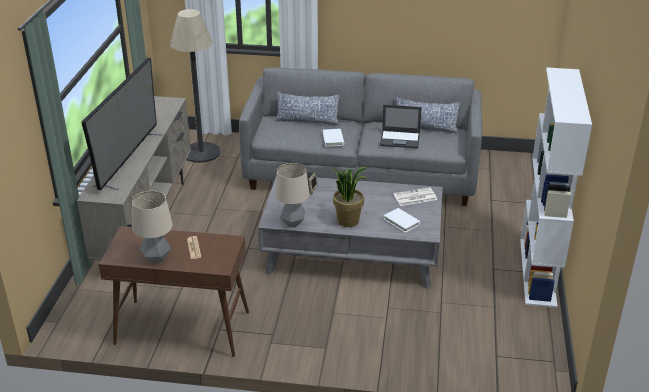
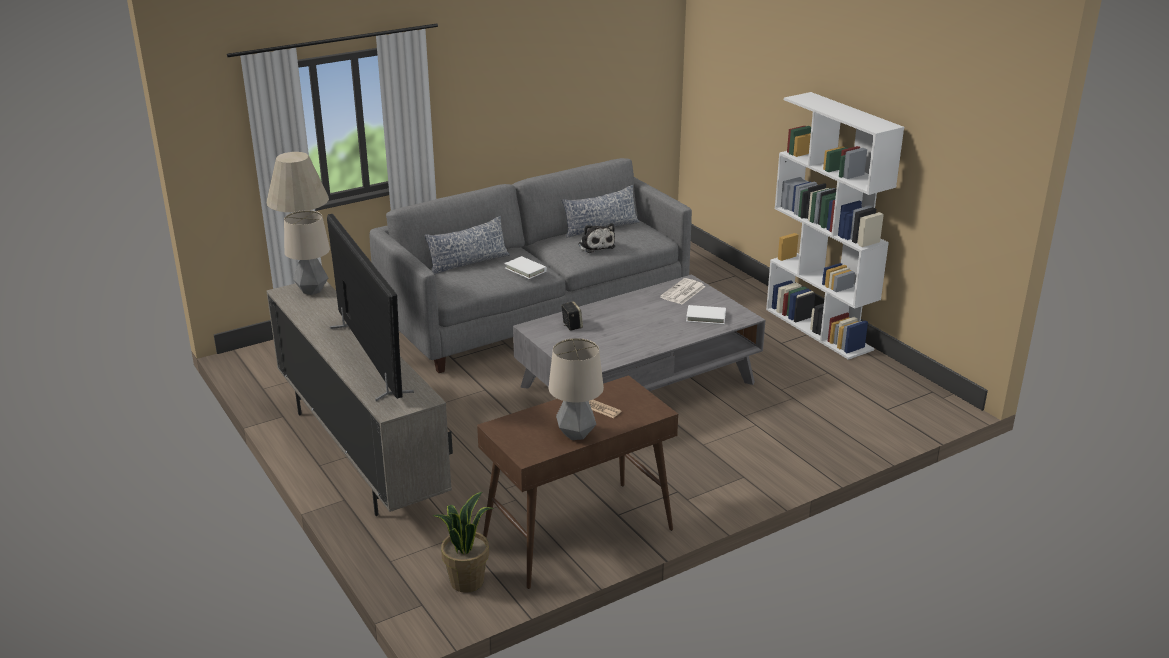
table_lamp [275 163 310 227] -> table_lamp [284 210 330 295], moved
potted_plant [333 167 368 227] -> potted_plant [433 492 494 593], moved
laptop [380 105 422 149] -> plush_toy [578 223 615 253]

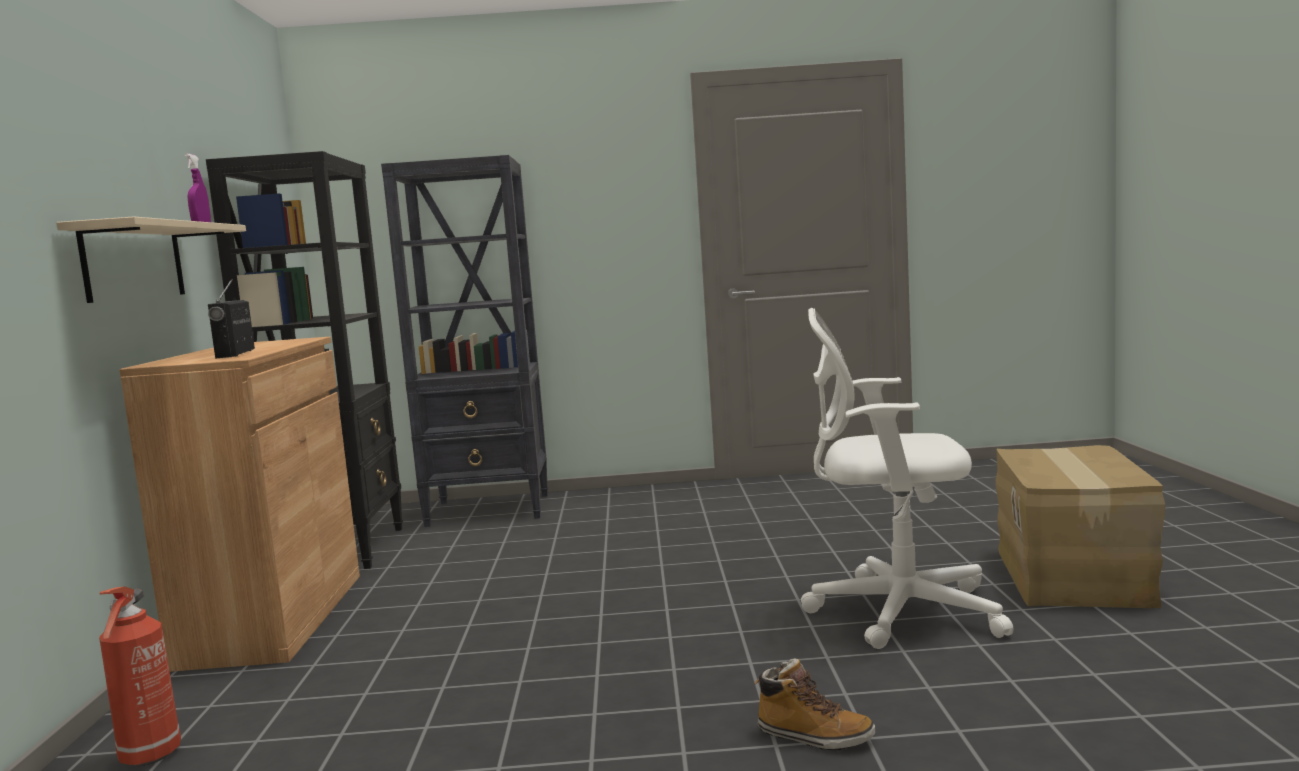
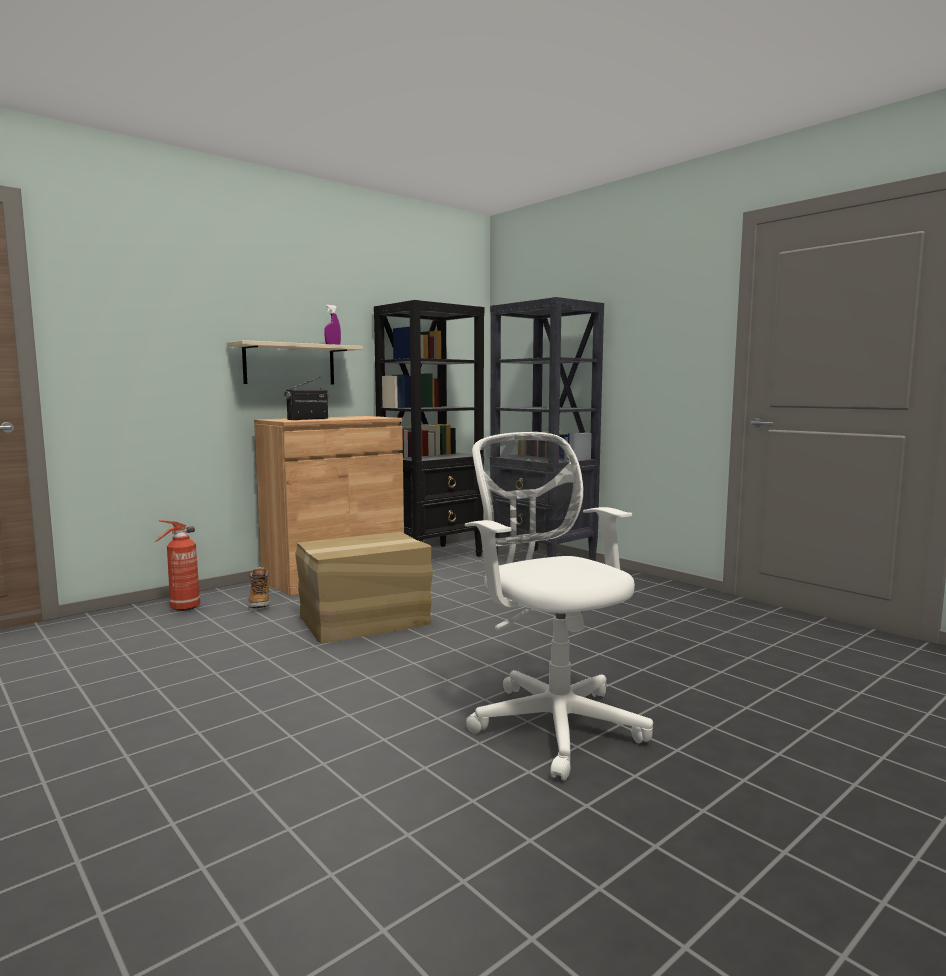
boot [755 659 875 751] -> boot [248 567 270 608], moved
cardboard_box [995 445 1165 608] -> cardboard_box [295 532 433 644], moved

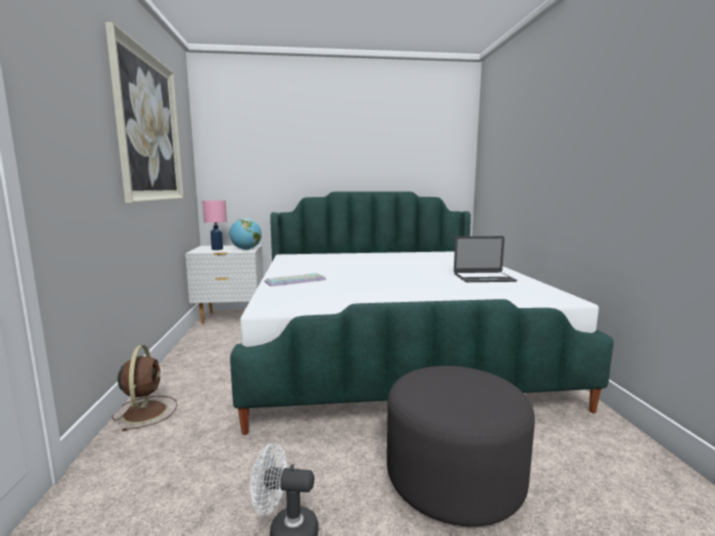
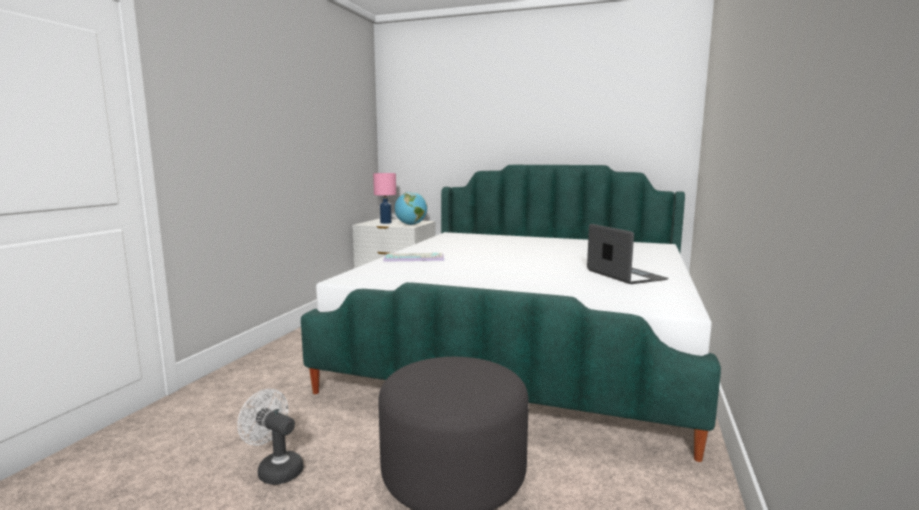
laptop [454 236 518 282] -> laptop [587 224 668 284], 135 degrees counterclockwise
picture [105 22 184 203] -> none
brown_fan [112 345 177 431] -> none

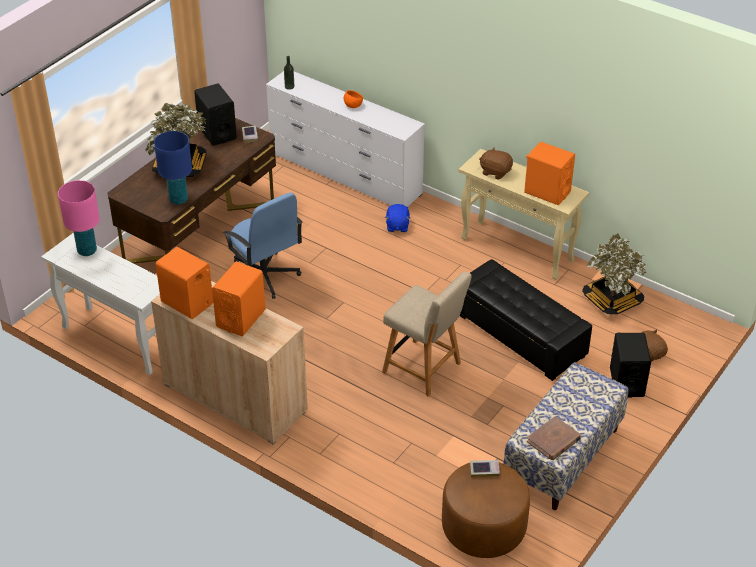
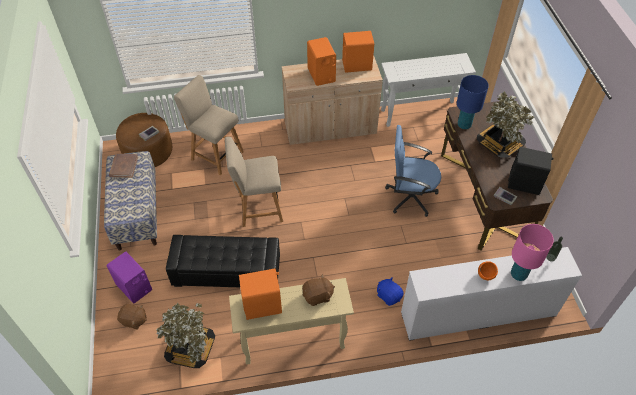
black_speaker [610 333 651 397] -> purple_speaker [107 252 152 304]
none -> beige_chair [174 75 244 176]
pink_table_lamp [58 180 100 256] -> pink_table_lamp [511 224 554 281], moved

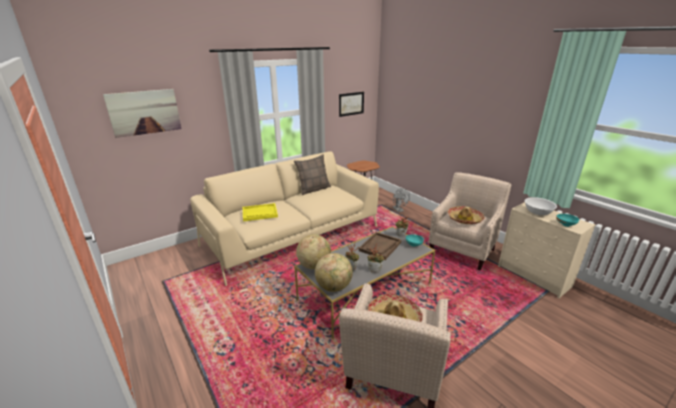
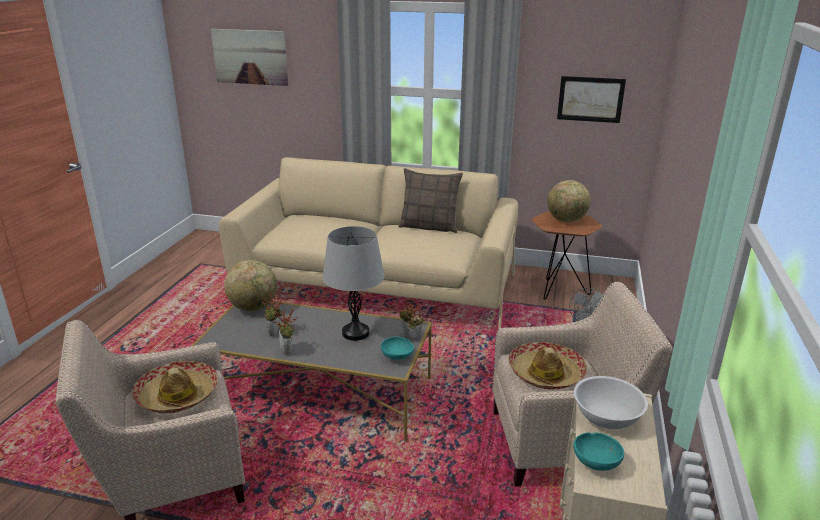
brown_tray [359 232 401 260] -> grey_table_lamp [323 226 385 341]
globe [315 253 353 292] -> globe [547 180 591 222], moved
yellow_tray [243 203 278 221] -> none

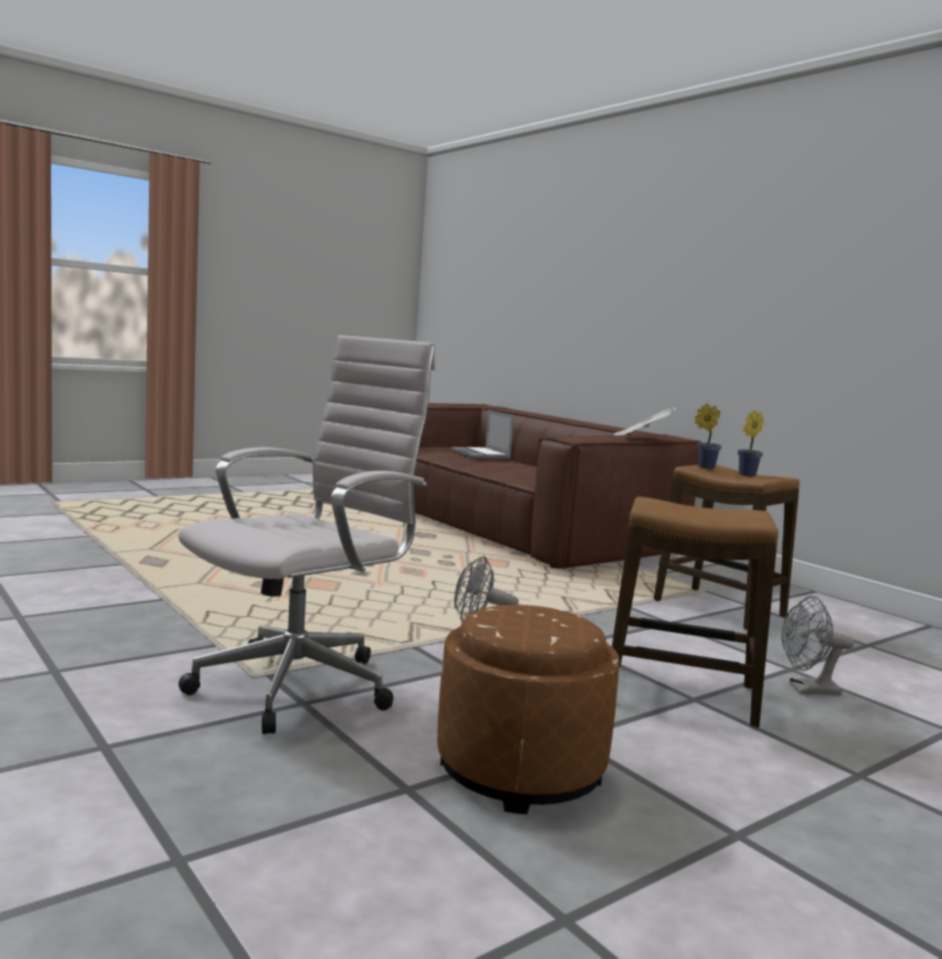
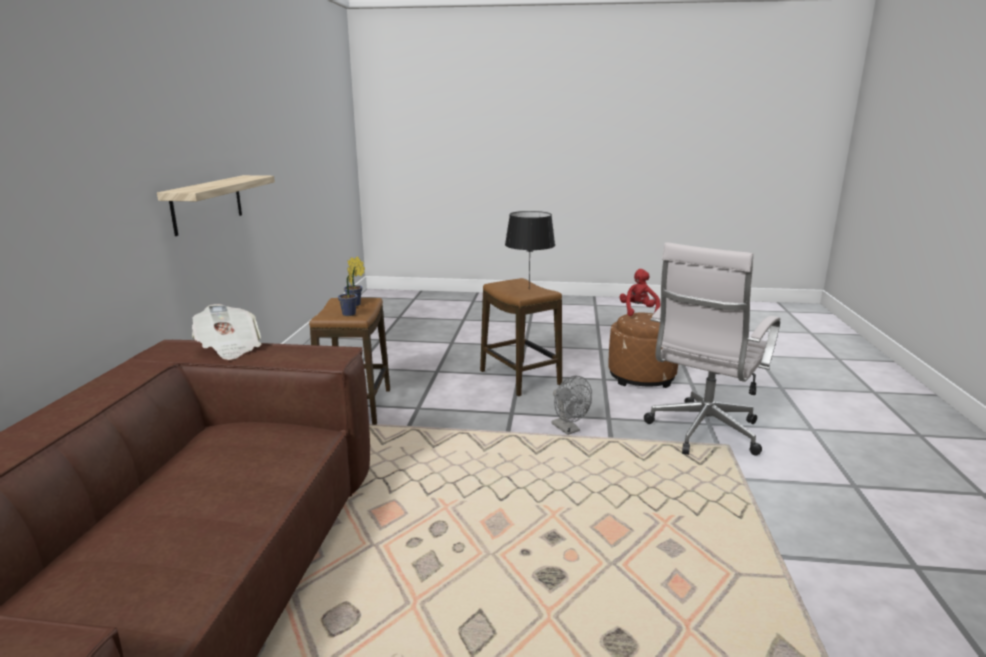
none -> shelf [157 175 275 236]
none -> black_table_lamp [505 211 555 289]
none -> red_plush_toy [620 269 660 316]
white_office_chair [178 335 436 734] -> white_office_chair [644 242 781 456], 45 degrees counterclockwise
laptop [451 410 514 459] -> none
grey_fan [781 596 854 695] -> none

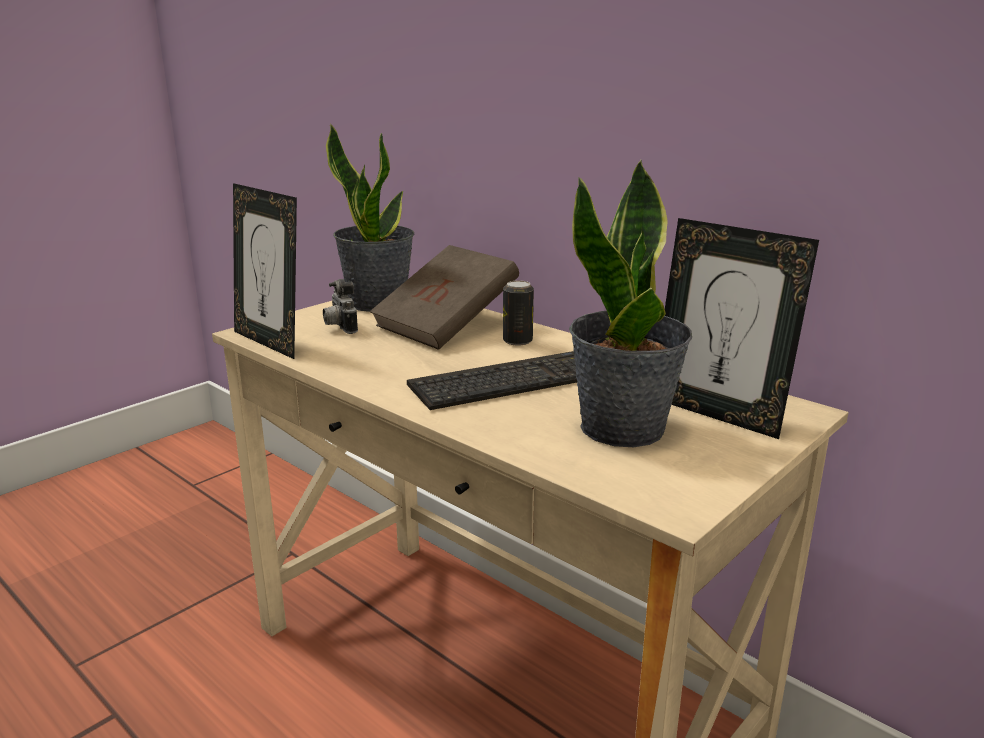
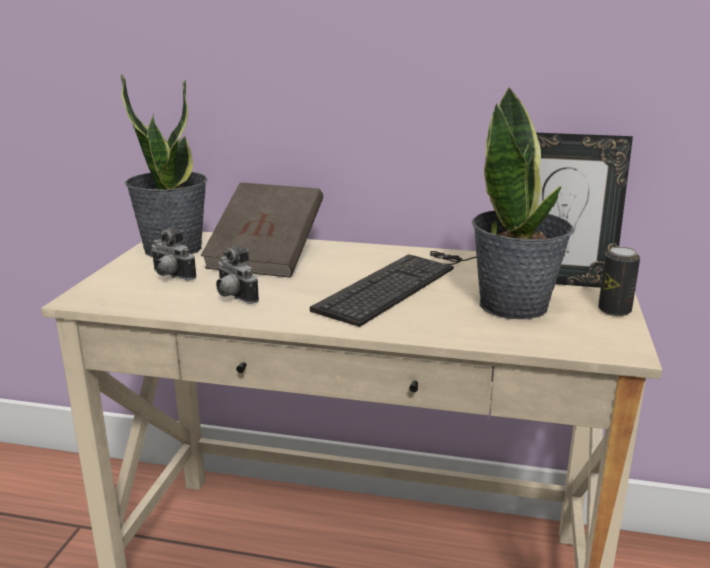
none -> photo_camera [216 246 259 304]
can [503 281 534 346] -> can [598 247 640 316], moved
picture_frame [233 183 297 359] -> none

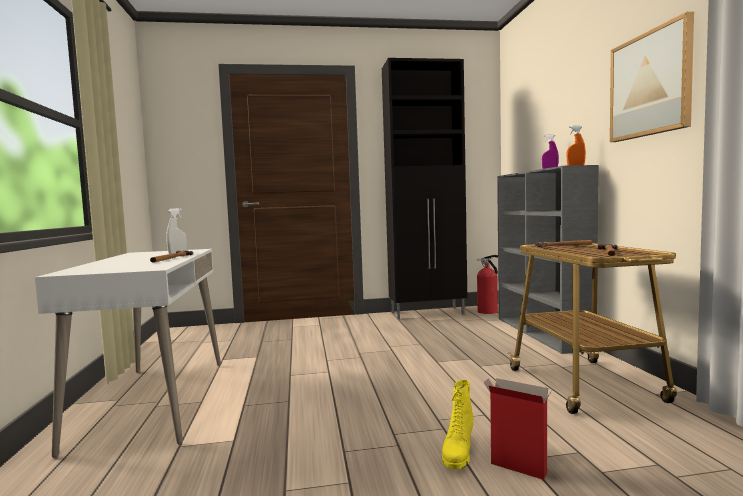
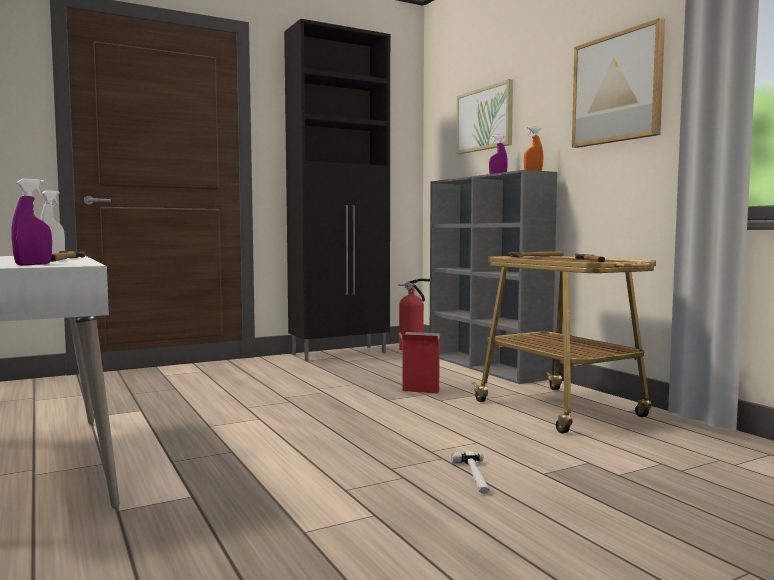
none -> purple_spray_bottle [12 179 52 265]
cardboard_box [484 378 552 480] -> cardboard_box [398 332 443 394], moved
yellow_boot [442 380 473 470] -> hammer [452 451 489 494]
none -> picture [456 79 513 154]

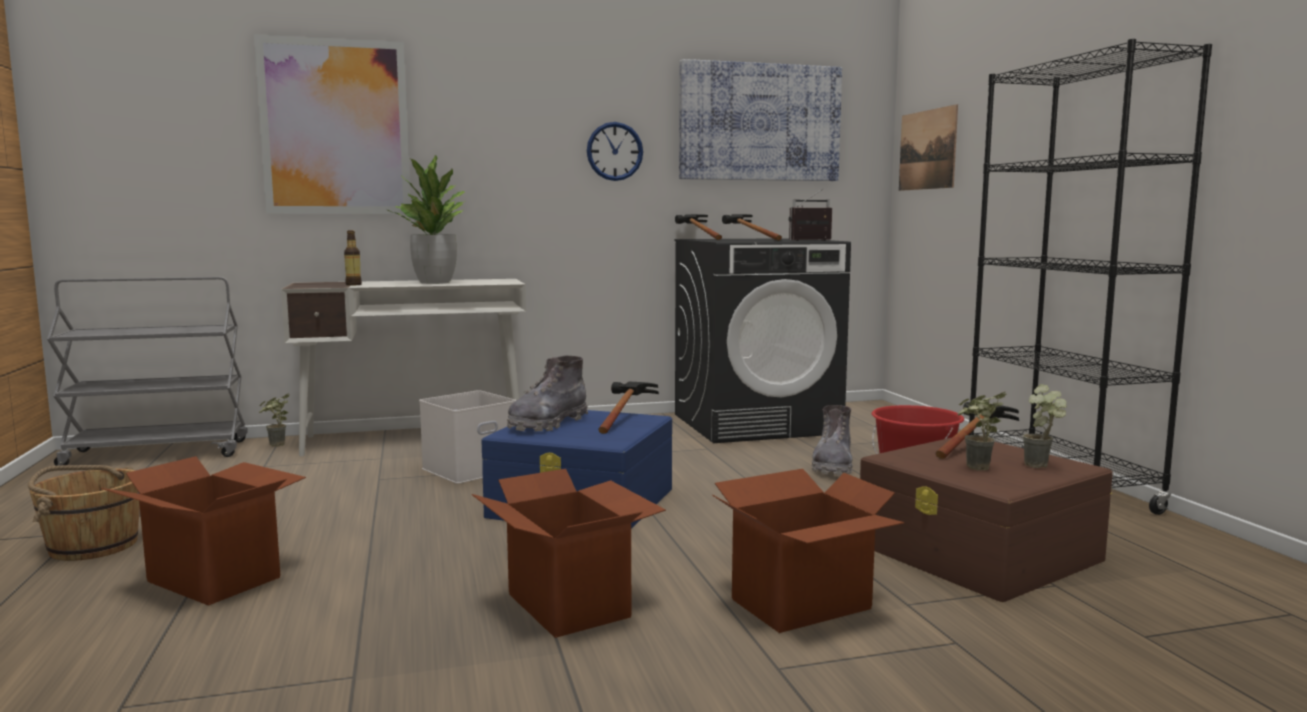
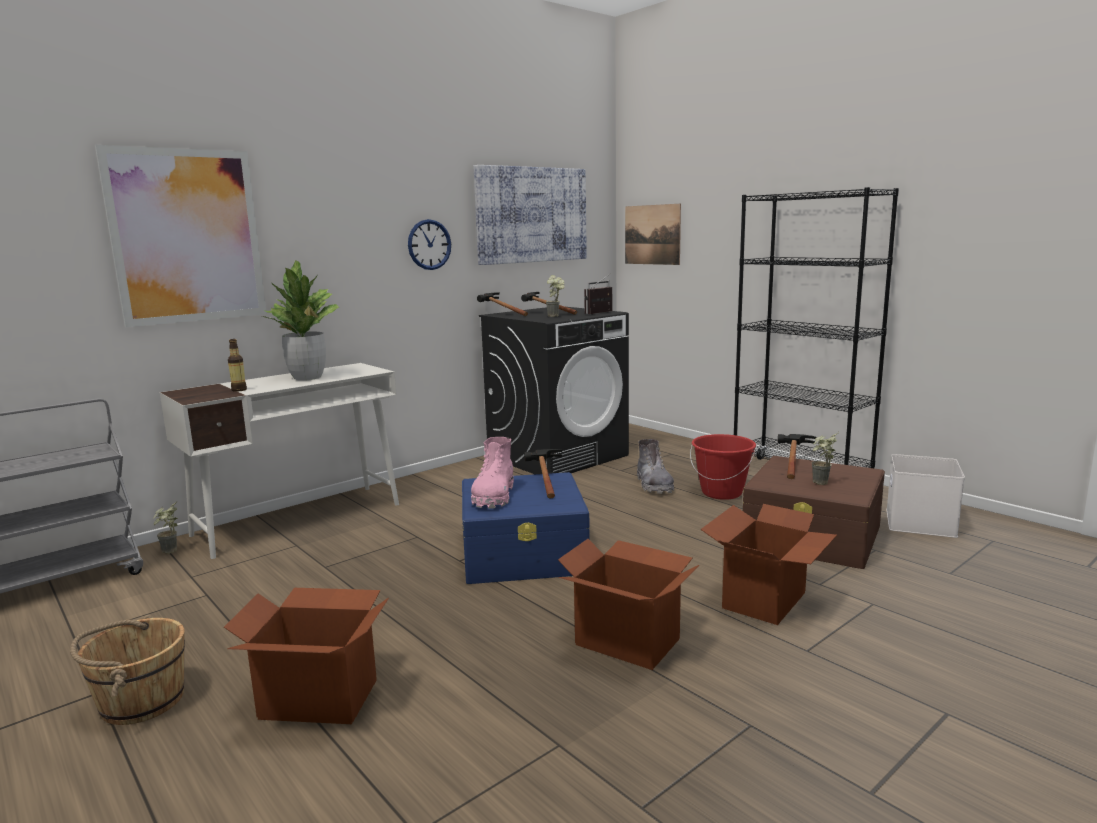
grey_boot [507 356 588 431] -> pink_boot [471 437 514 509]
potted_plant [1022 384 1067 468] -> potted_plant [546 275 565 317], moved
white_storage_box [419 390 516 484] -> white_storage_box [886 454 965 538], moved

